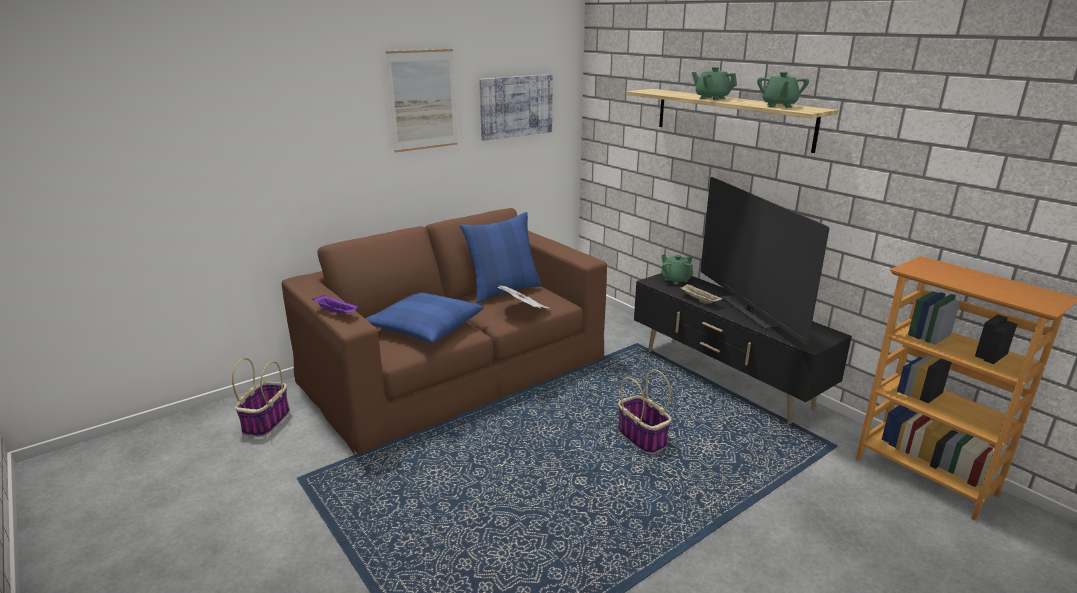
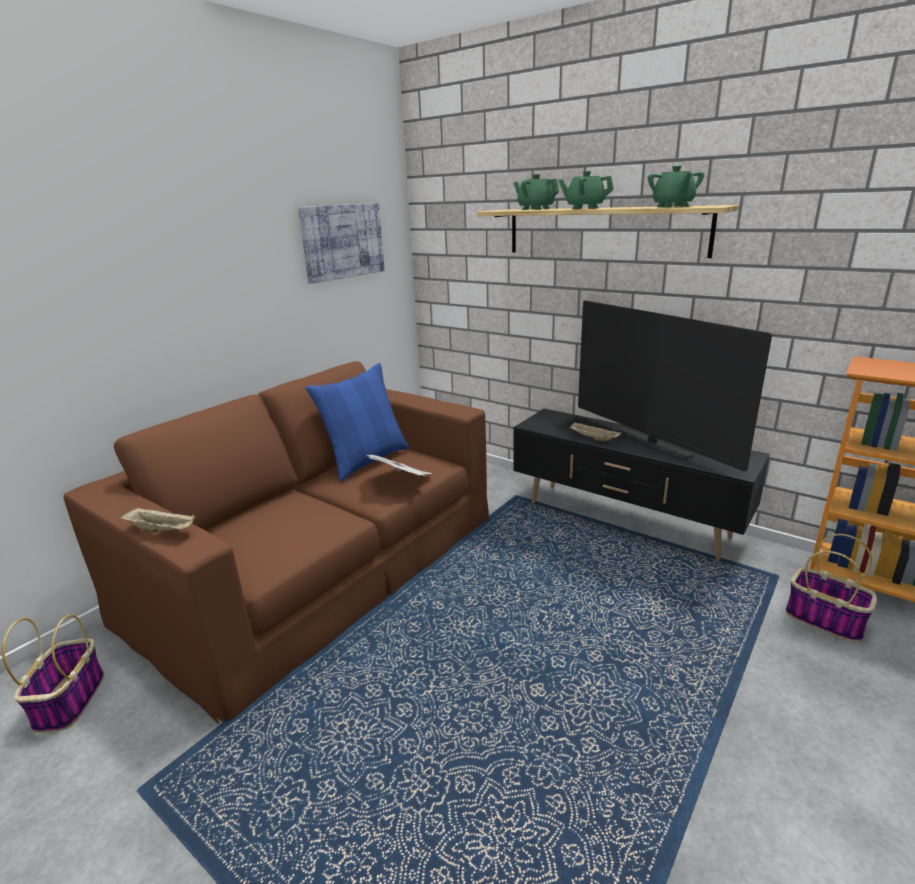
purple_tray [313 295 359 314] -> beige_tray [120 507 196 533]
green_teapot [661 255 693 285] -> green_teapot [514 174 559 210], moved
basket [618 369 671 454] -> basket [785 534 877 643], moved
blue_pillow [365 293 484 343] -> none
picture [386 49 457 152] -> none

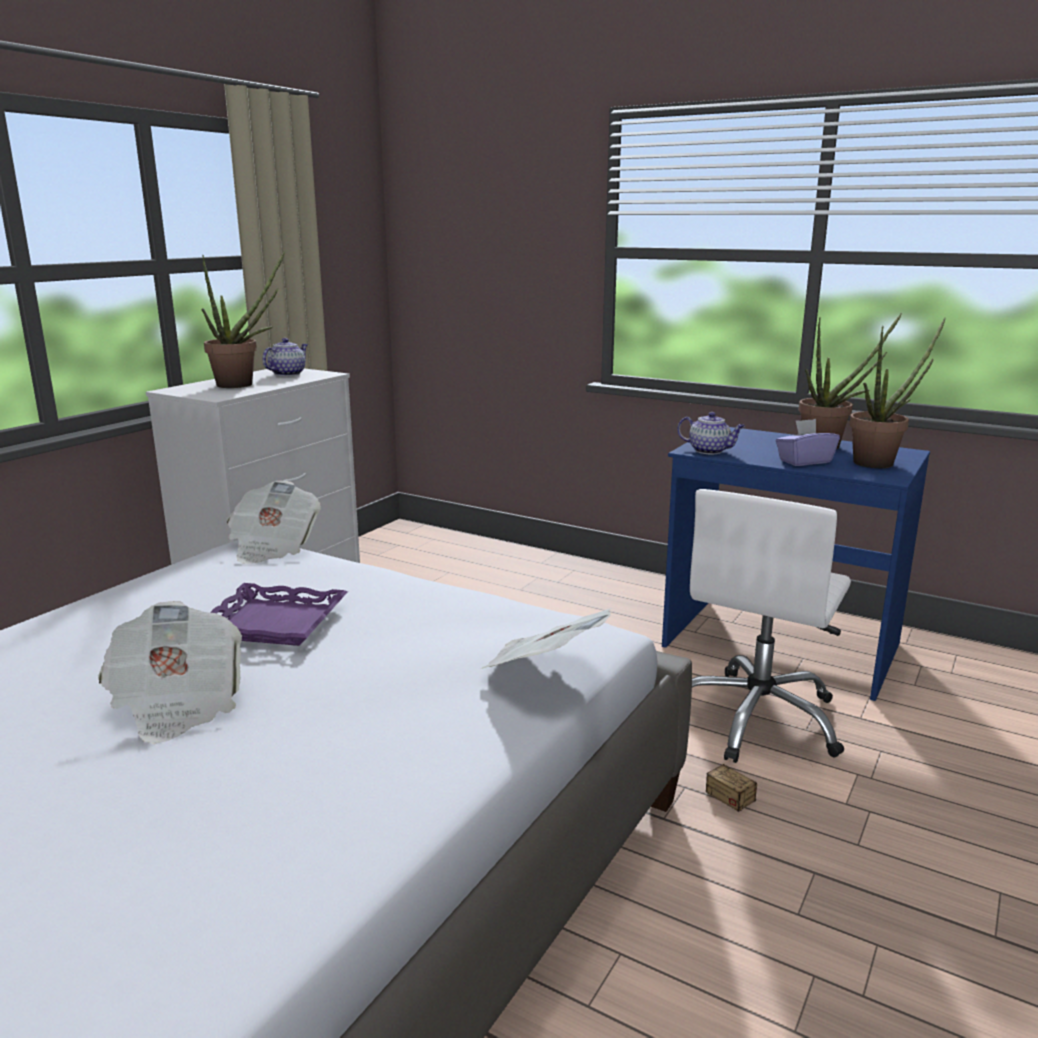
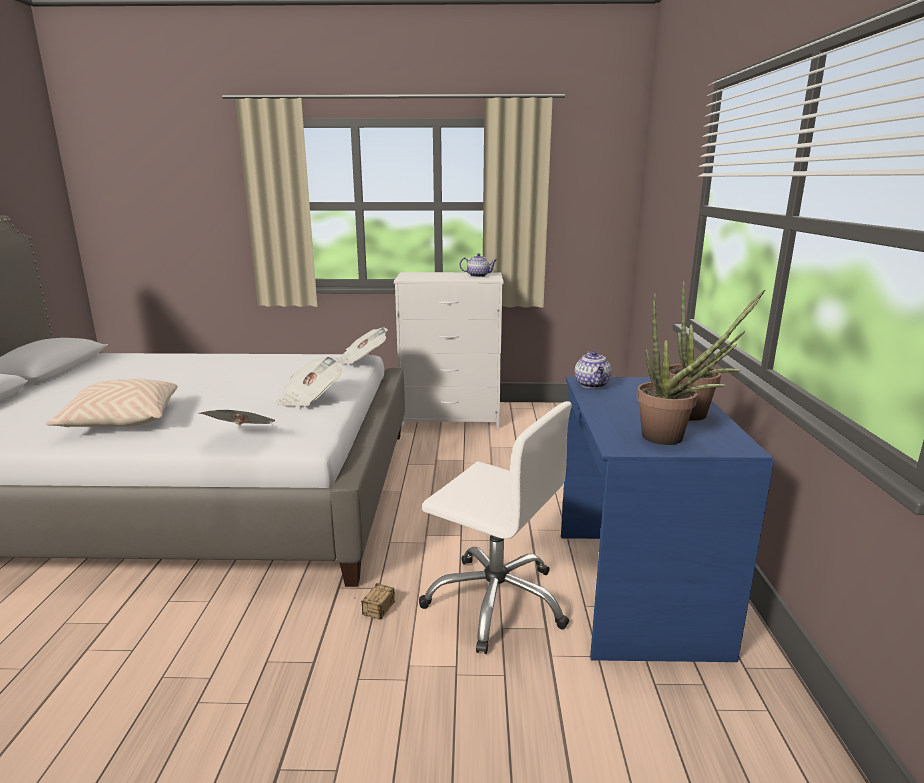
none -> beige_pillow [46 379 178 428]
newspaper [98 601 242 744] -> newspaper [276 356 342 407], moved
white_office_chair [690 489 851 763] -> white_office_chair [419 401 572 654], 150 degrees counterclockwise
potted_plant [201 250 286 388] -> none
purple_tray [210 583 348 646] -> none
purple_tissue_box [776 419 840 466] -> none

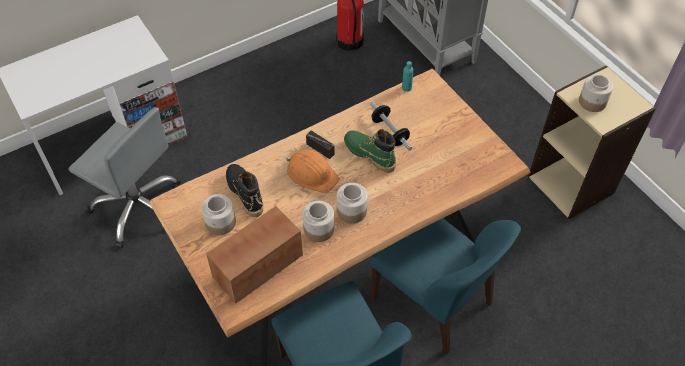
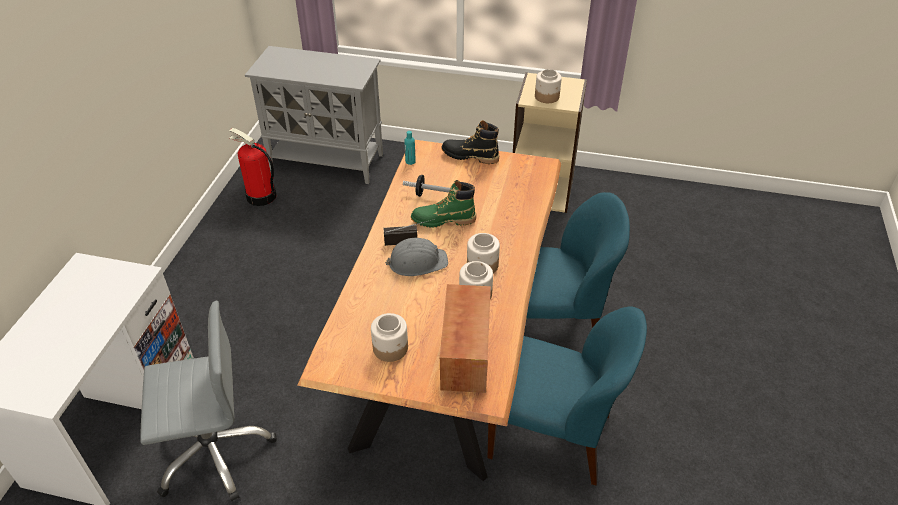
orange_hard_hat [286 150 339 193] -> grey_hard_hat [385 238 448 276]
black_boot [226 164 263 217] -> black_boot [442 120 499 164], moved

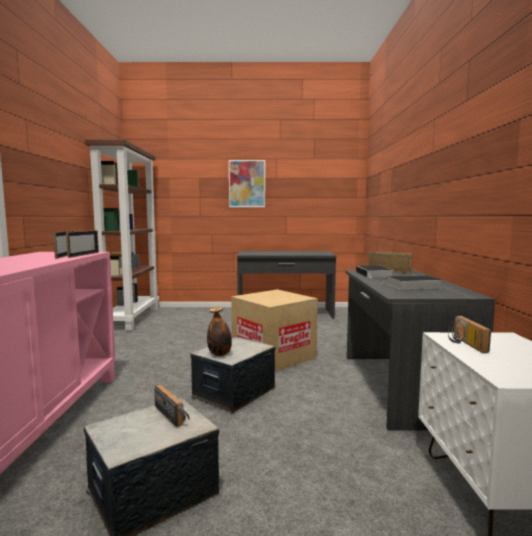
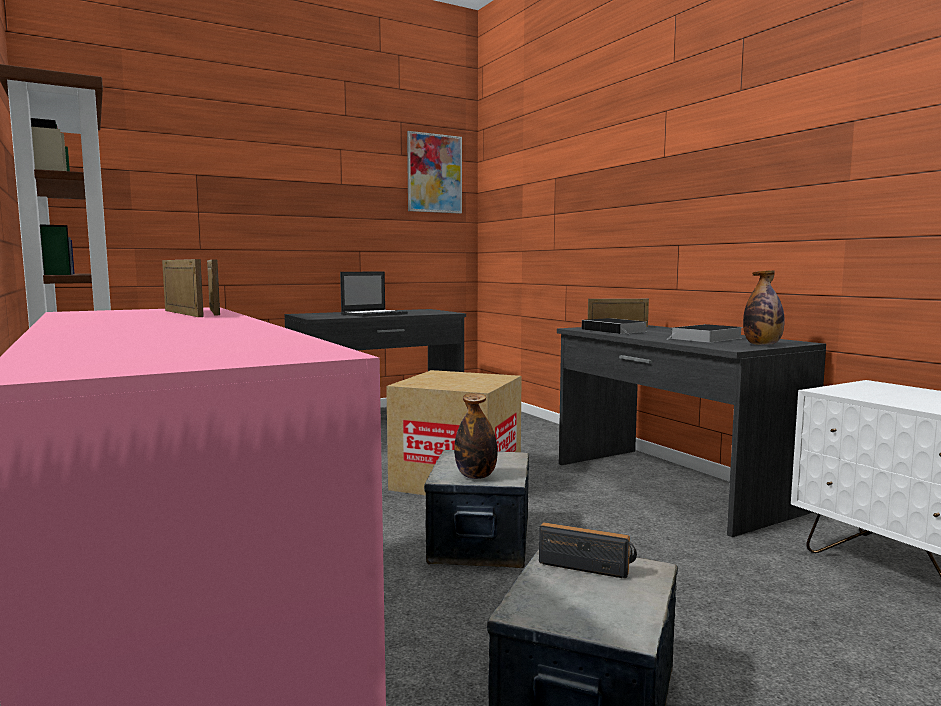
none -> laptop [340 272 408 317]
picture [229 160 265 207] -> picture [407 131 462 214], moved
none -> bottle [743 270 785 345]
radio [448 316 491 353] -> none

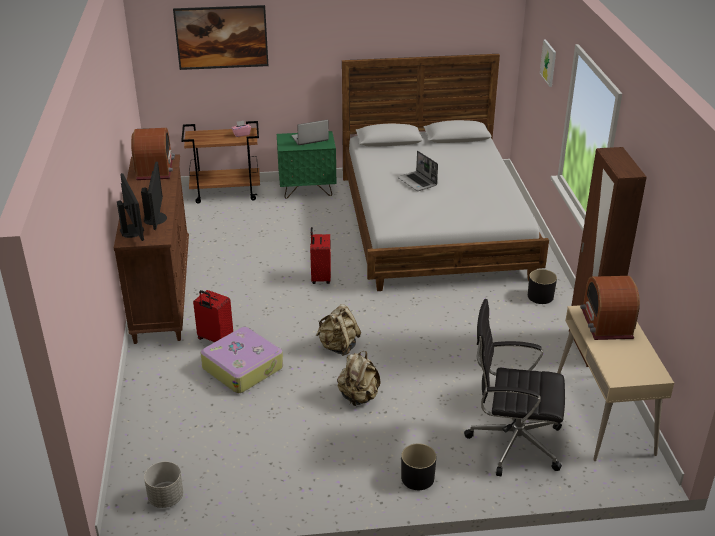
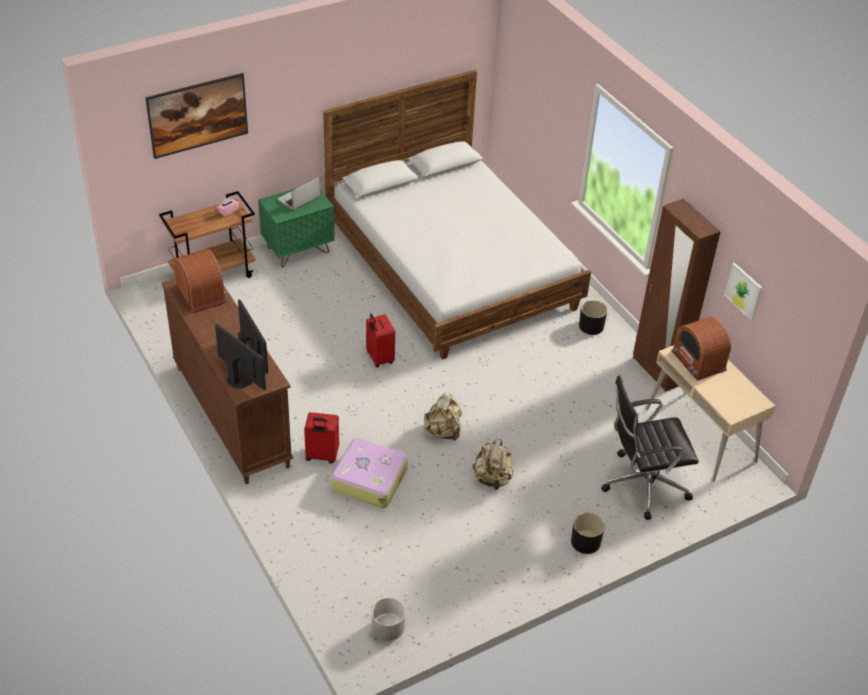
picture [540 39 556 87] -> picture [724 263 762 320], moved
laptop [397 151 438 191] -> none

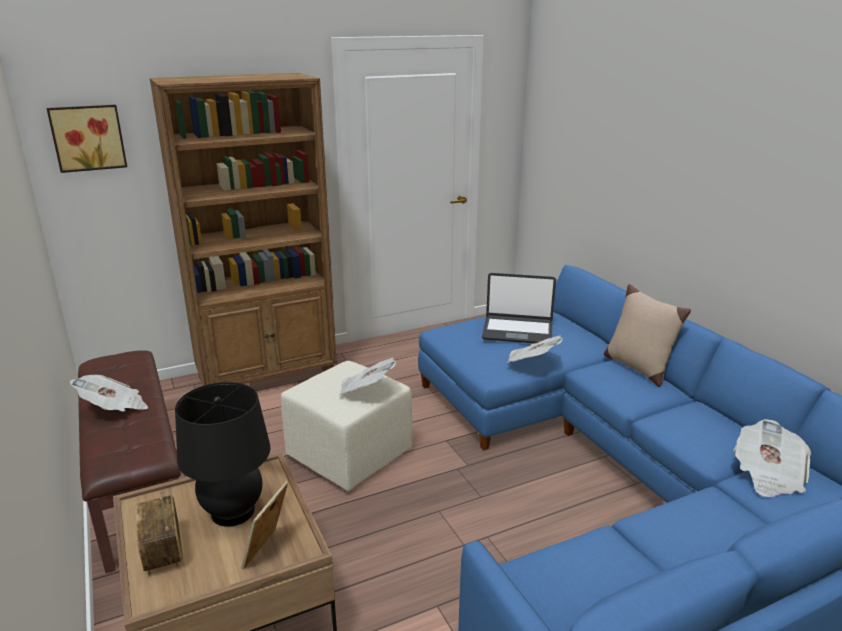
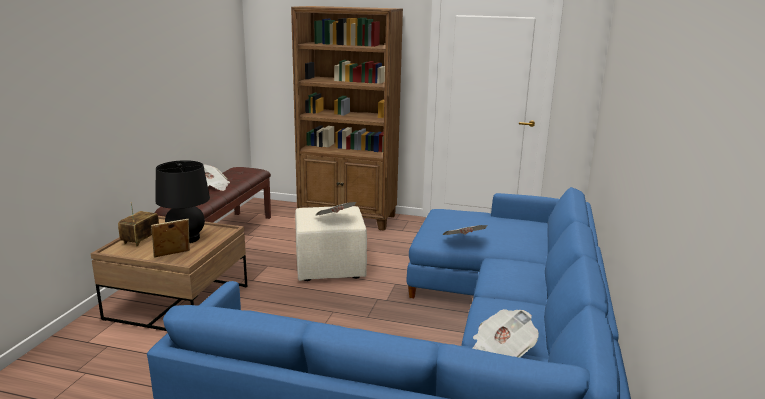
picture [47 105 127 173] -> none
laptop [482 273 556 343] -> none
beige_pillow [604 284 691 387] -> none

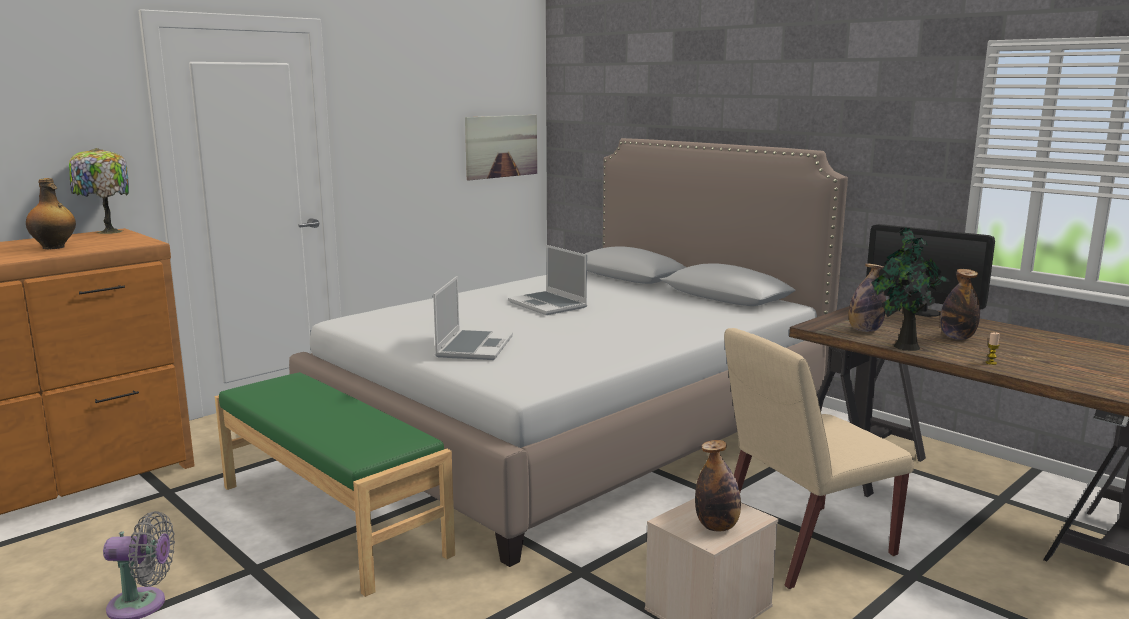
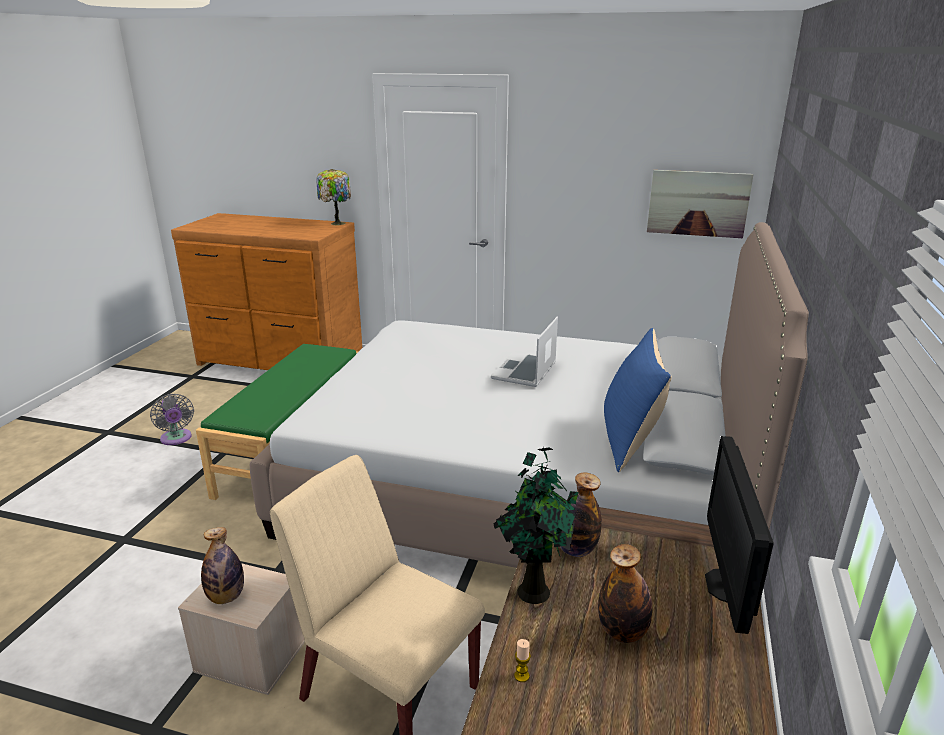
none -> blue_pillow [604 328 672 472]
bottle [26 178 76 249] -> none
laptop [433 276 513 360] -> none

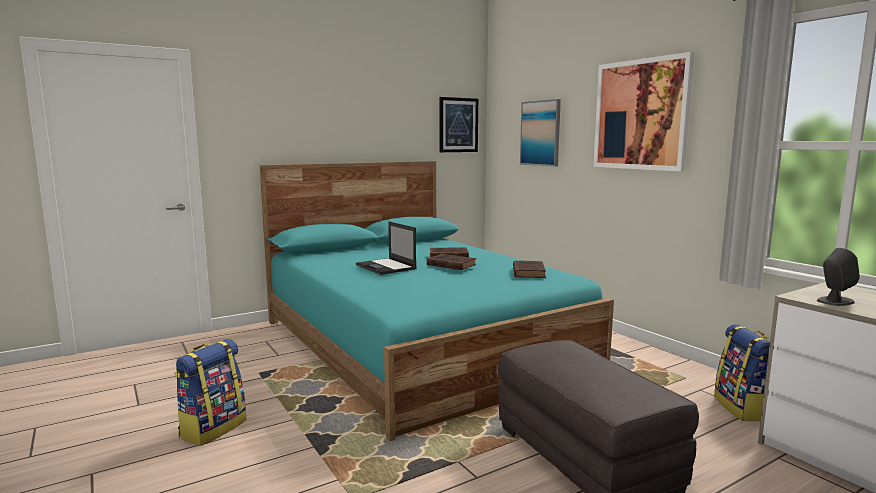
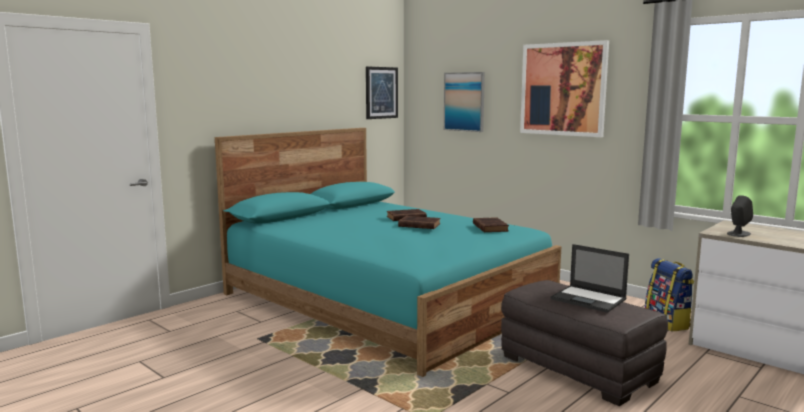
laptop [356 221 417 275] -> laptop [551 244 629 313], moved
backpack [174 339 246 446] -> none

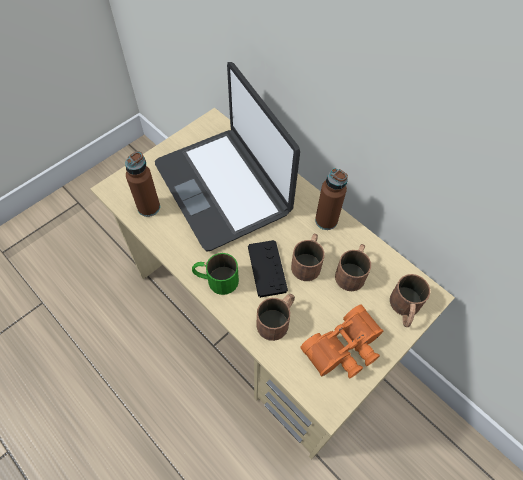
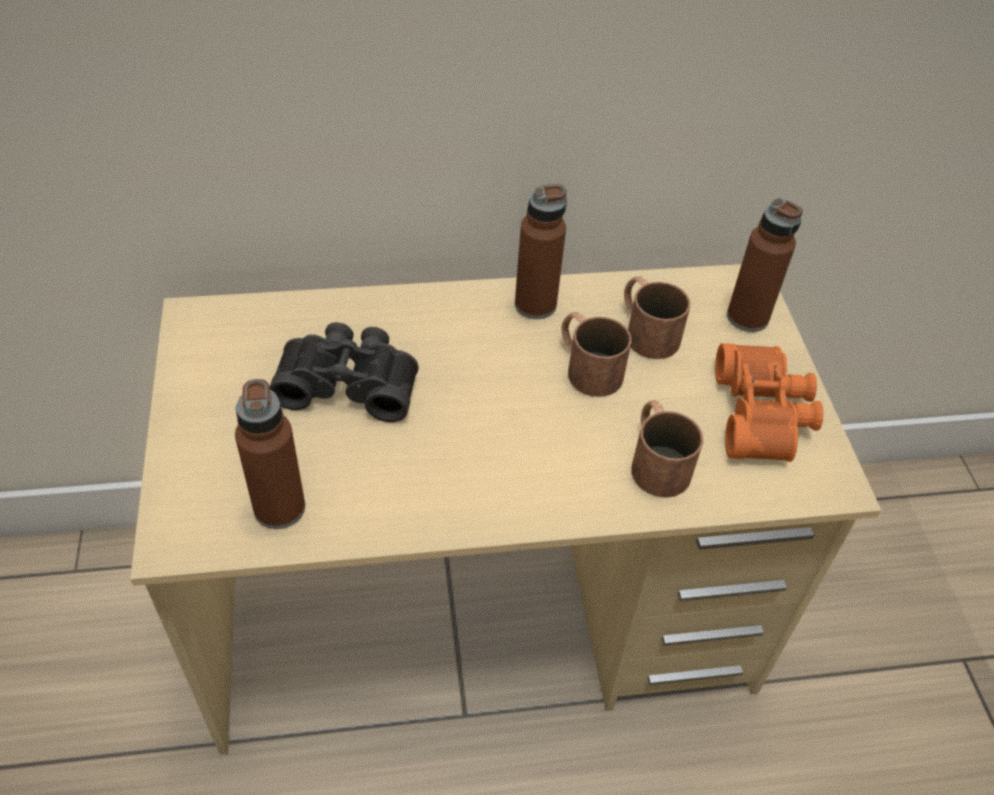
laptop [155 62 300 251] -> black_binoculars [269 322 419 422]
brown_mug [390 274 430 327] -> brown_bottle [727 198 803 332]
green_mug [192 253 239 295] -> none
black_game_controller [248 240 288 298] -> none

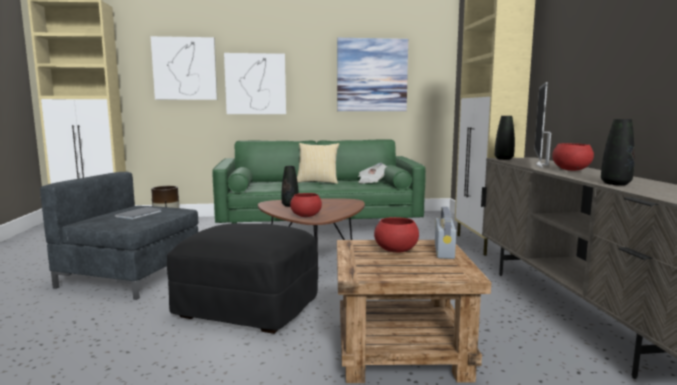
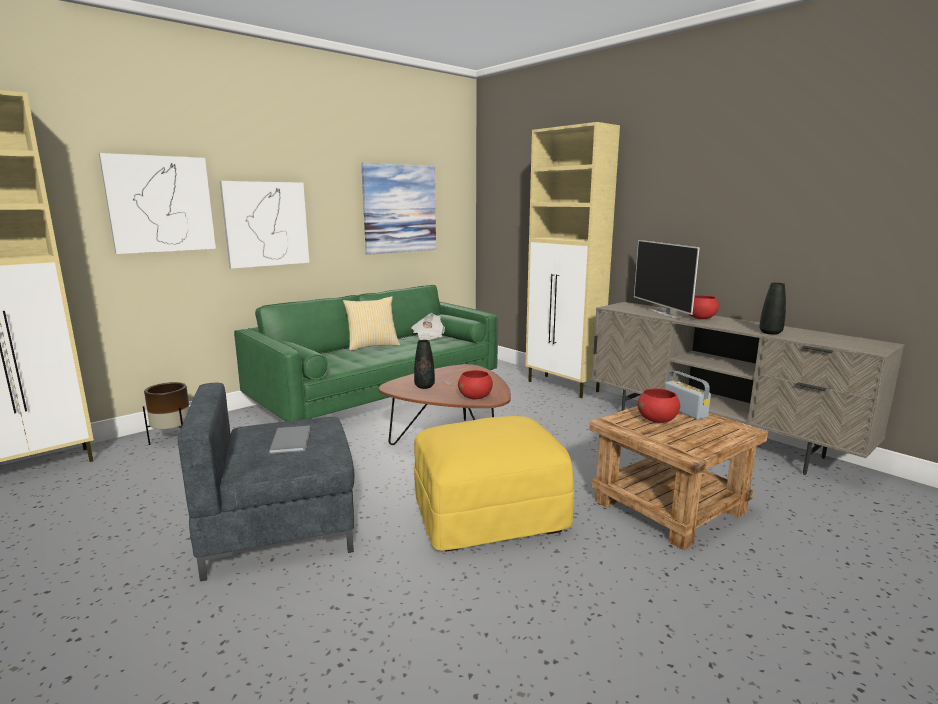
black_ottoman [167 223 318 334] -> yellow_ottoman [414 416 574 552]
black_vase [495 116 515 160] -> none

